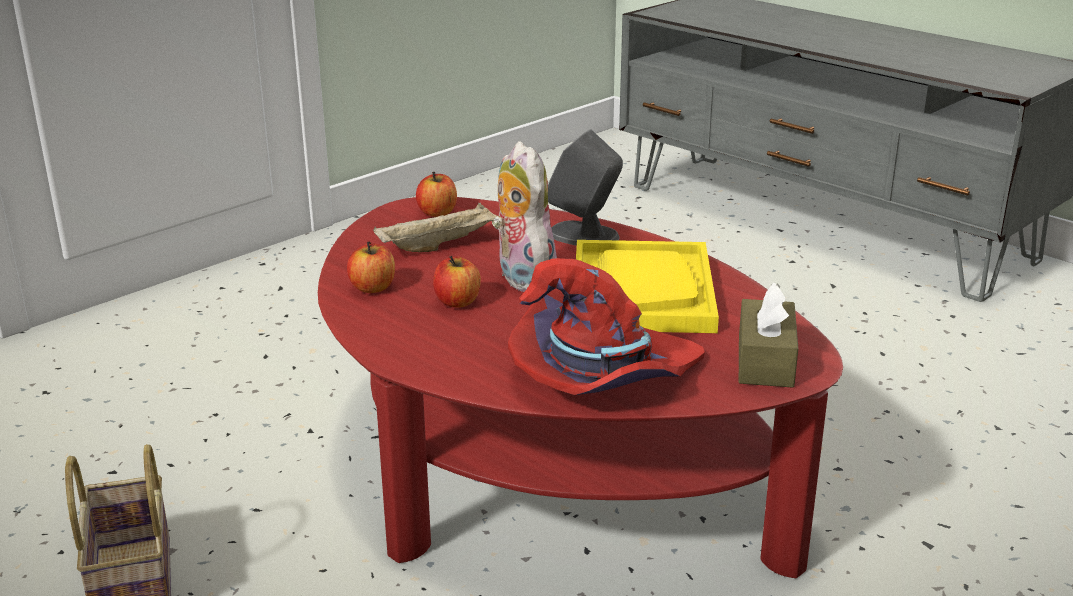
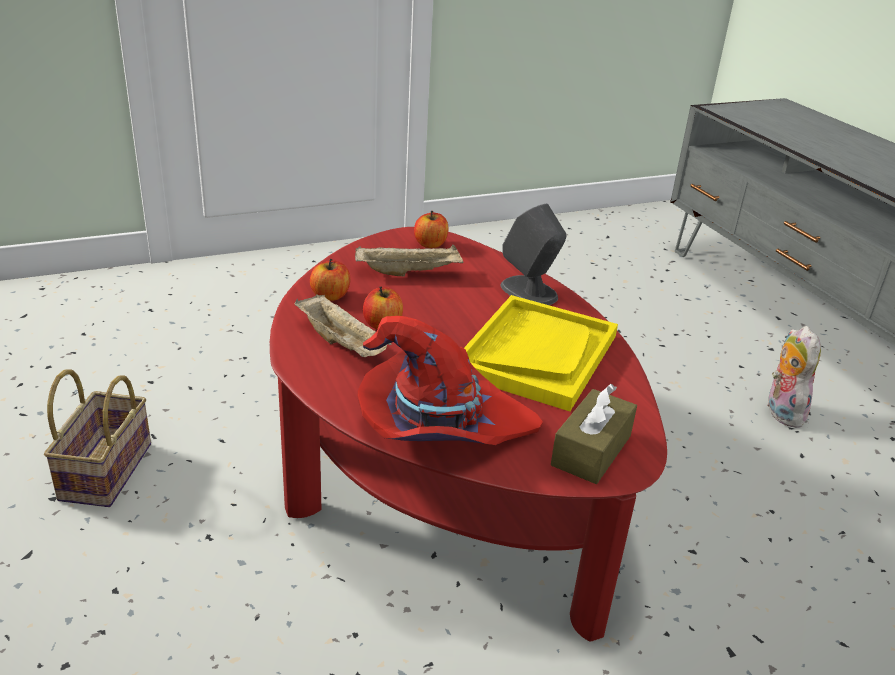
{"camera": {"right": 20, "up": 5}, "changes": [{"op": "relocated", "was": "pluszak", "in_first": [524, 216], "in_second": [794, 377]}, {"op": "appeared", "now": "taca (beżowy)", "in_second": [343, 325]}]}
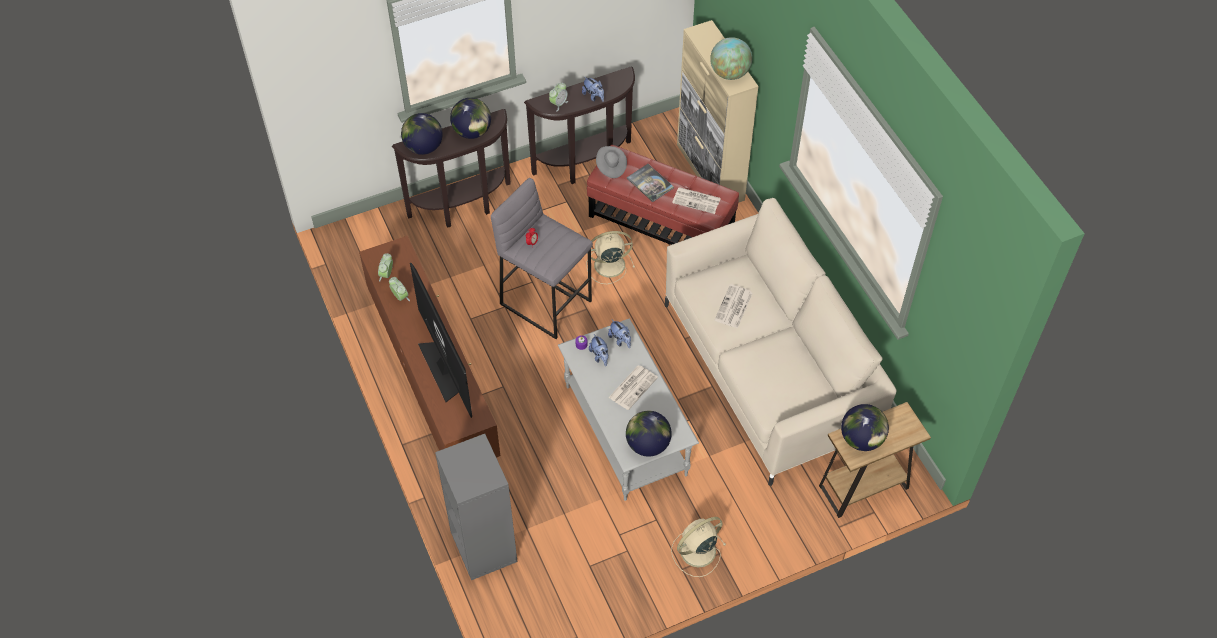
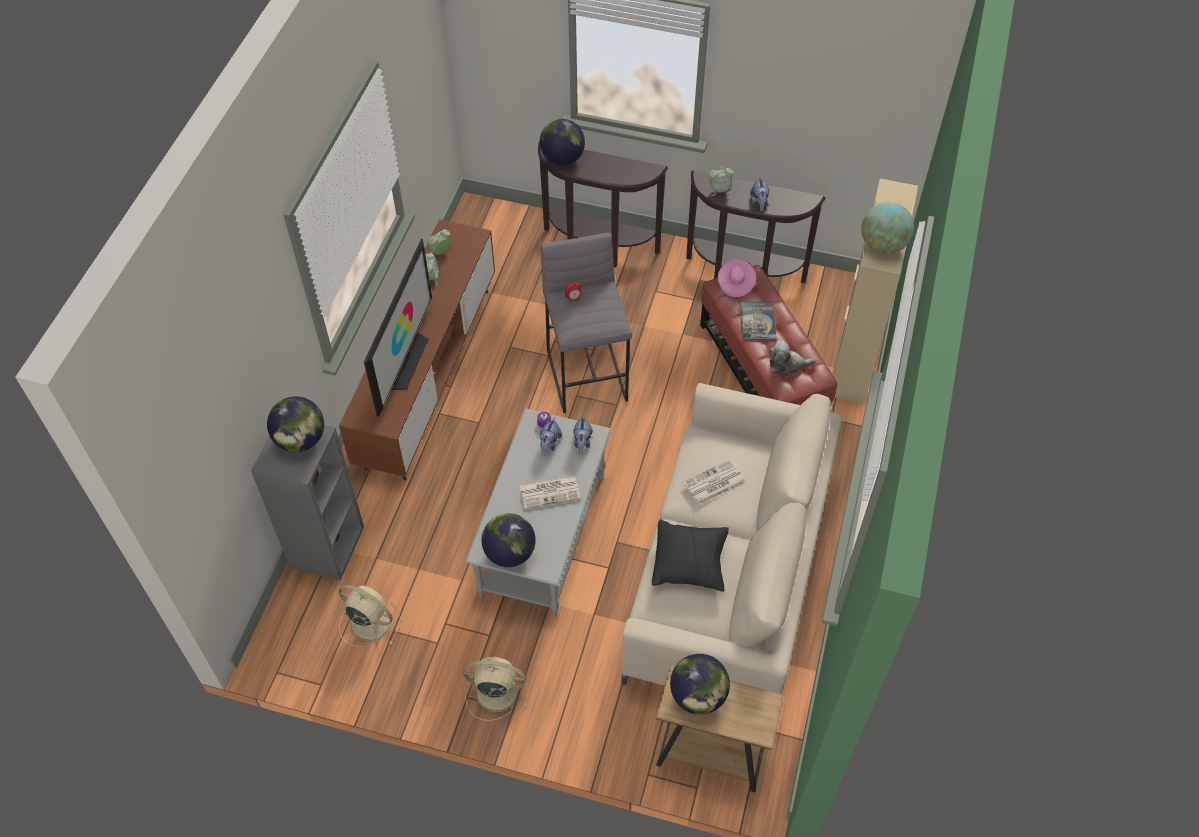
{"camera": {"right": 40, "up": 0}, "changes": [{"op": "relocated", "was": "globus", "in_first": [470, 118], "in_second": [295, 424]}, {"op": "relocated", "was": "wentylator (beżowy)", "in_first": [610, 257], "in_second": [370, 616]}, {"op": "colour", "was": "kapelusz (szary)", "now": "kapelusz (różowy)", "in_first": [611, 162], "in_second": [737, 278]}, {"op": "exchanged", "was": "gazeta", "now": "pluszak", "in_first": [696, 200], "in_second": [792, 358]}, {"op": "appeared", "now": "poduszka (czarny)", "in_second": [690, 555]}]}
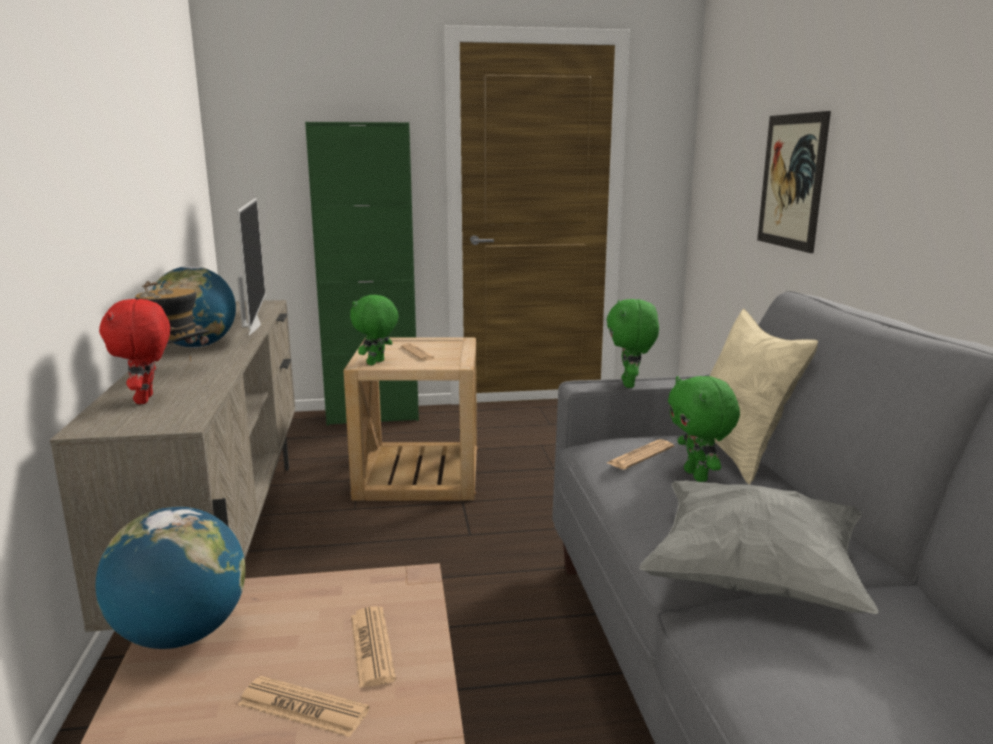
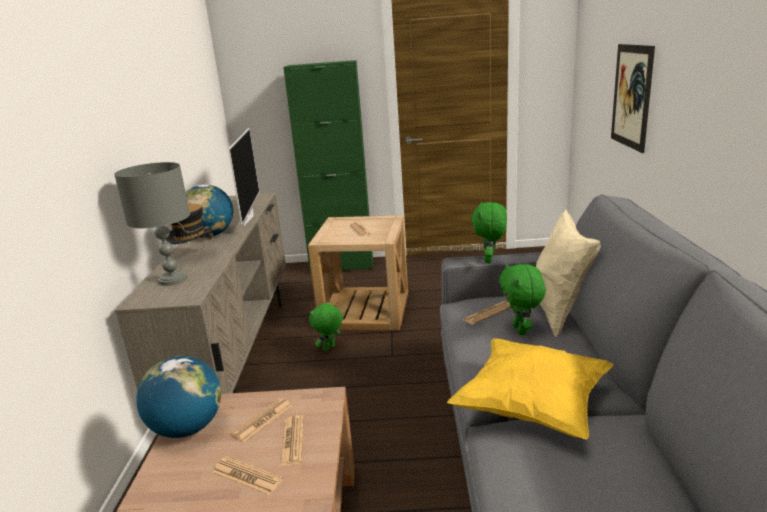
{"camera": {"right": 10, "up": 5}, "changes": [{"op": "exchanged", "was": "pluszak (czerwony)", "now": "lampa stołowa (szary)", "in_first": [134, 351], "in_second": [152, 224]}, {"op": "relocated", "was": "pluszak (zielony)", "in_first": [374, 330], "in_second": [326, 326]}, {"op": "colour", "was": "poduszka (szary)", "now": "poduszka (żółty)", "in_first": [758, 547], "in_second": [530, 389]}, {"op": "appeared", "now": "gazeta", "in_second": [261, 420]}]}
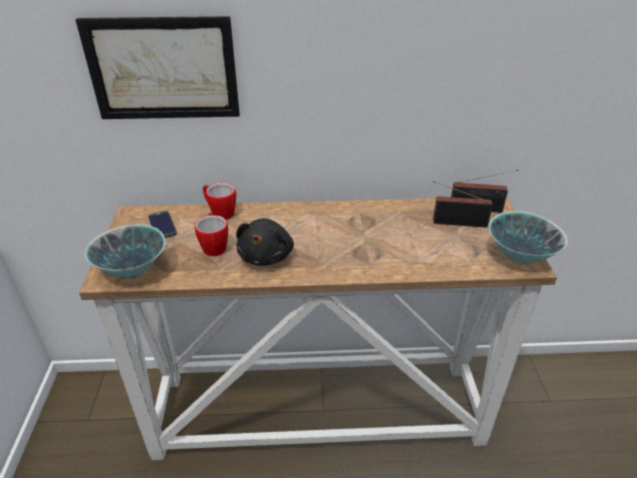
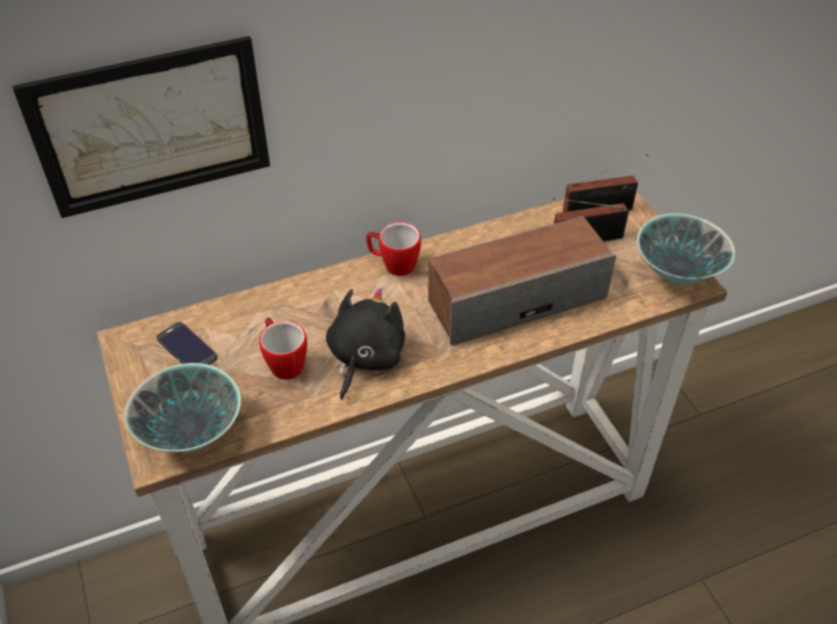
{"camera": {"right": -20, "up": 10}, "changes": [{"op": "relocated", "was": "kubek", "in_first": [219, 201], "in_second": [393, 249]}, {"op": "spun", "was": "pluszak (czarny)", "in_first": [265, 242], "in_second": [365, 343], "clockwise": -150}, {"op": "appeared", "now": "głośnik", "in_second": [522, 280]}]}
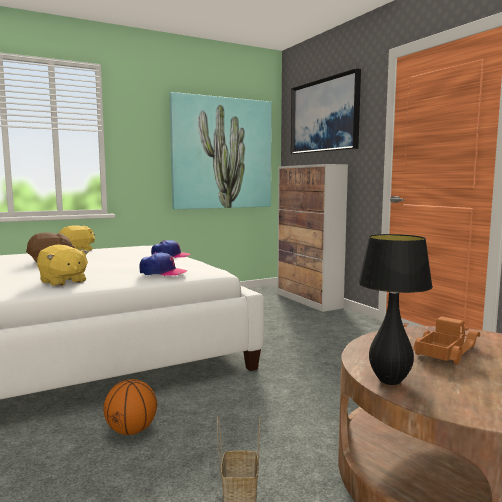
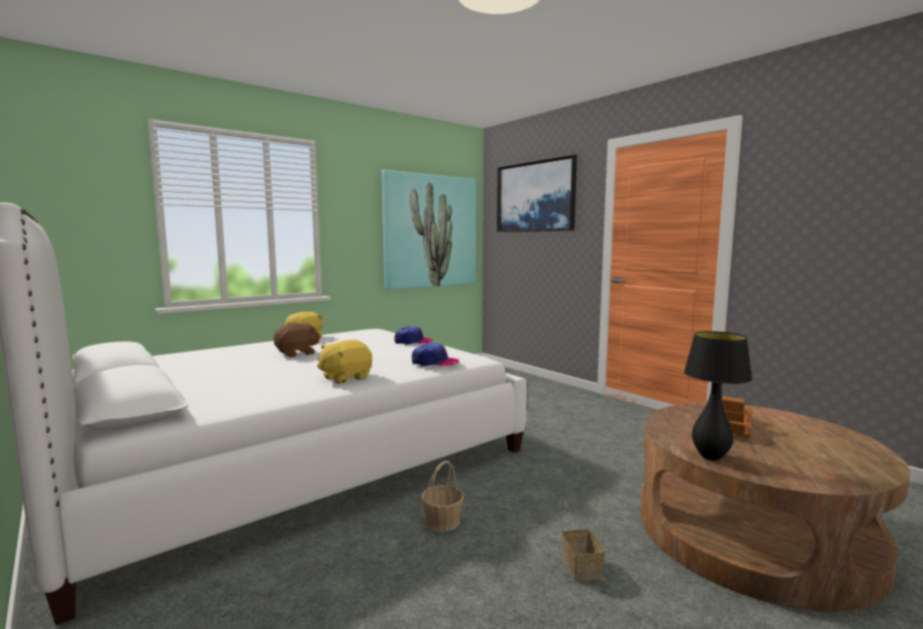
{"camera": {"right": -10, "up": 0}, "changes": [{"op": "spun", "was": "pluszak (żółty)", "in_first": [63, 265], "in_second": [344, 361], "clockwise": 105}, {"op": "exchanged", "was": "piłka do koszykówki", "now": "koszyk", "in_first": [130, 407], "in_second": [442, 496]}, {"op": "missing", "was": "szafka", "in_first": [312, 238]}]}
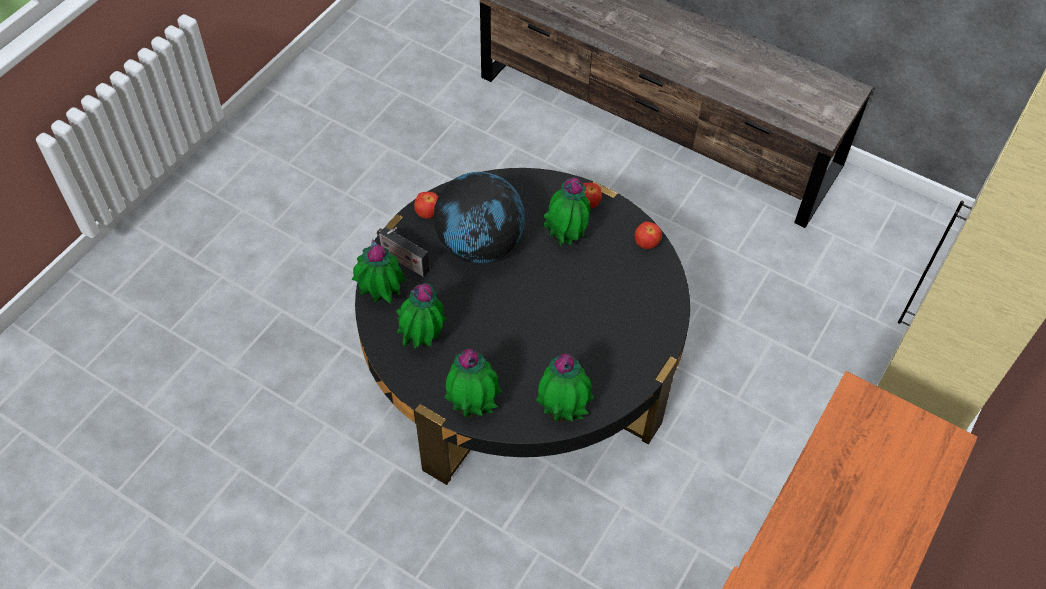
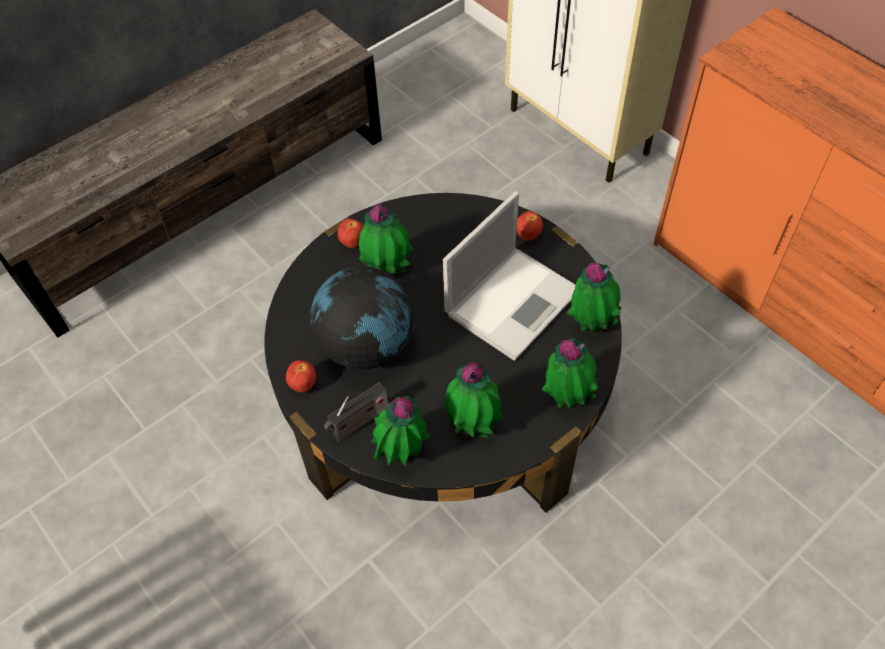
{"camera": {"right": -70, "up": 0}, "changes": [{"op": "relocated", "was": "jabłko", "in_first": [648, 235], "in_second": [530, 226]}, {"op": "appeared", "now": "laptop", "in_second": [509, 276]}]}
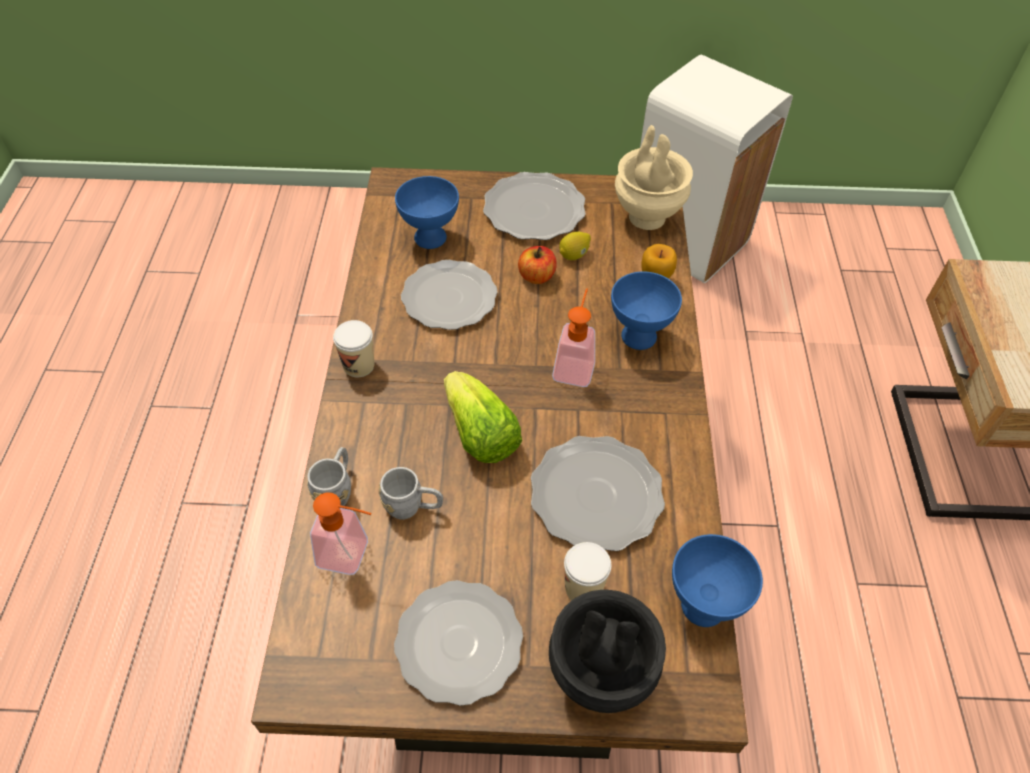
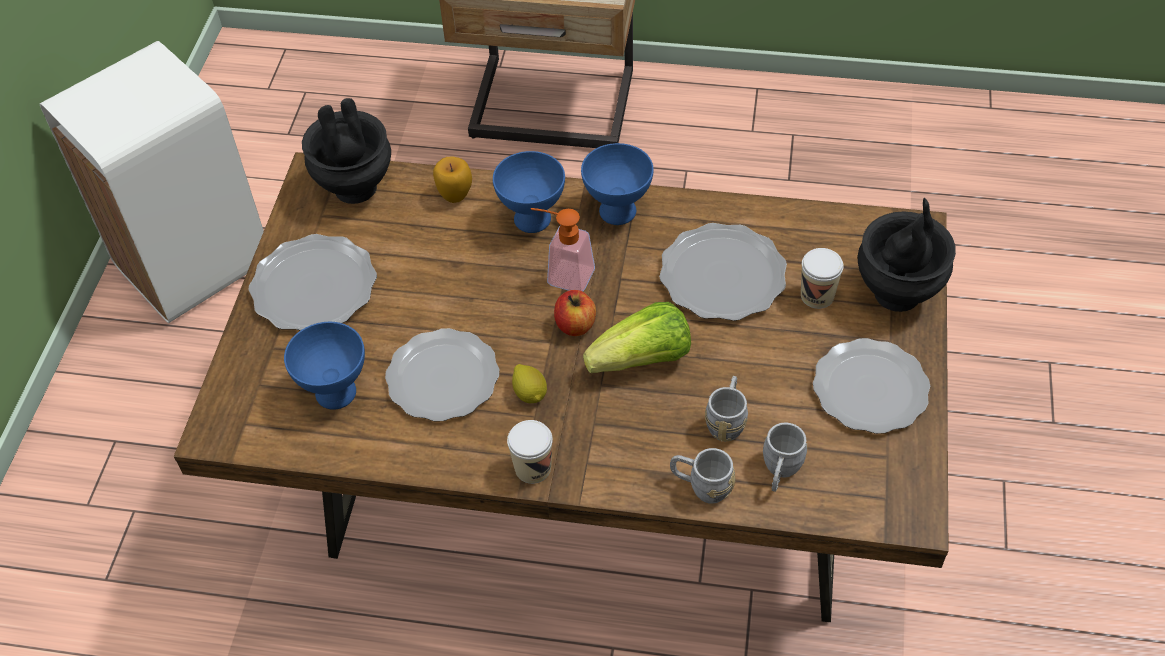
{"camera": {"right": -80, "up": 0}, "changes": [{"op": "exchanged", "was": "dozownik mydła", "now": "kubek (szary)", "in_first": [341, 534], "in_second": [785, 457]}, {"op": "relocated", "was": "jabłko", "in_first": [537, 265], "in_second": [575, 313]}, {"op": "relocated", "was": "cytryna", "in_first": [575, 246], "in_second": [529, 383]}, {"op": "colour", "was": "wazon (beżowy)", "now": "wazon (czarny)", "in_first": [654, 177], "in_second": [346, 151]}, {"op": "relocated", "was": "miska (niebieski)", "in_first": [717, 580], "in_second": [617, 184]}]}
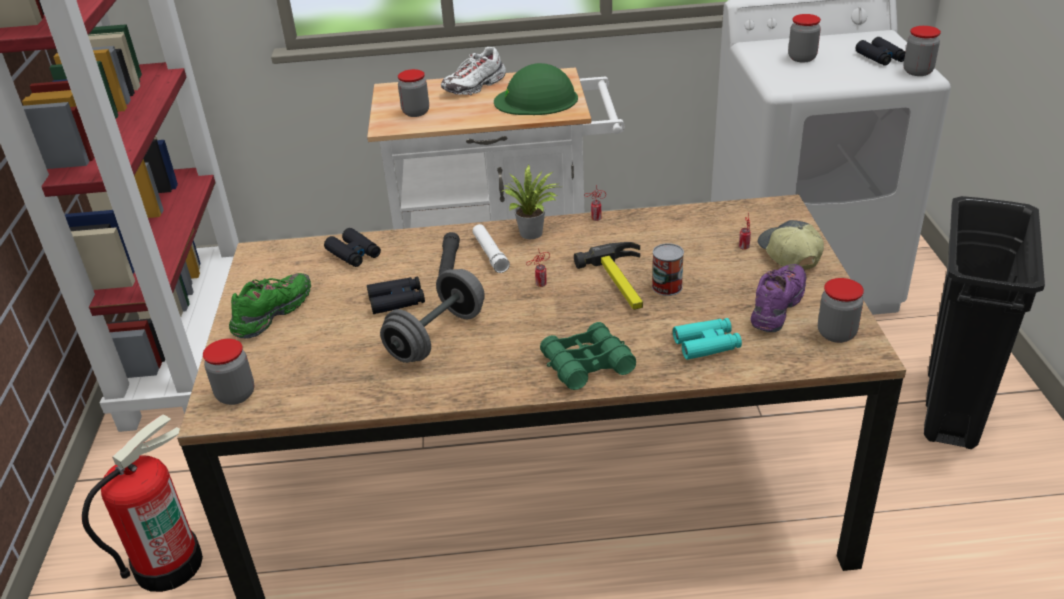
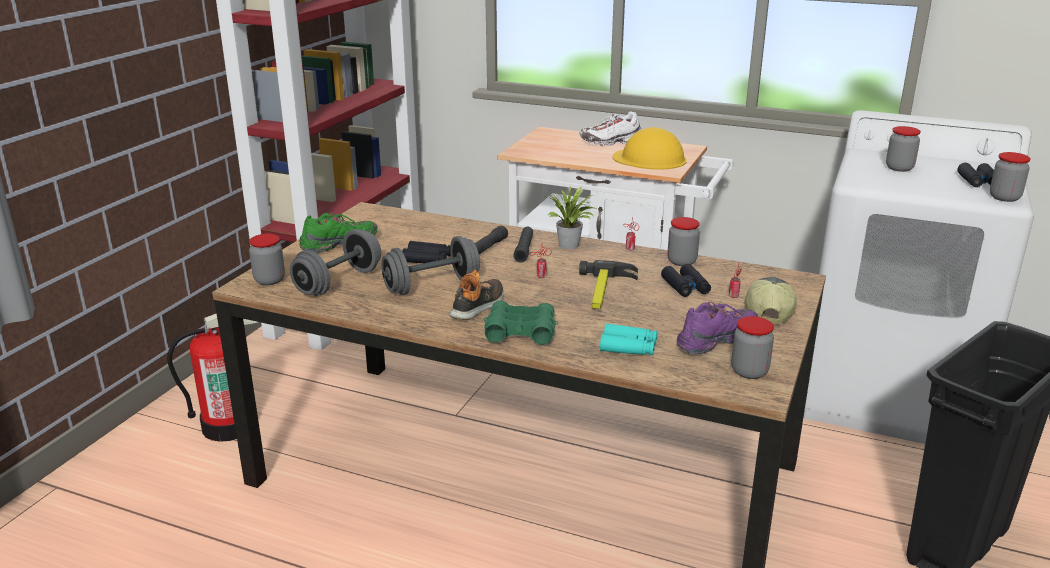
{"camera": {"right": 25, "up": -10}, "changes": [{"op": "relocated", "was": "lornetka (czarny)", "in_first": [352, 247], "in_second": [686, 280]}, {"op": "relocated", "was": "słoik", "in_first": [413, 93], "in_second": [683, 241]}, {"op": "colour", "was": "latarka (biały)", "now": "latarka (czarny)", "in_first": [491, 248], "in_second": [523, 245]}, {"op": "colour", "was": "kask (zielony)", "now": "kask (żółty)", "in_first": [536, 89], "in_second": [650, 148]}, {"op": "missing", "was": "puszka", "in_first": [668, 269]}, {"op": "appeared", "now": "hantel (szary)", "in_second": [335, 262]}, {"op": "appeared", "now": "but", "in_second": [476, 295]}]}
